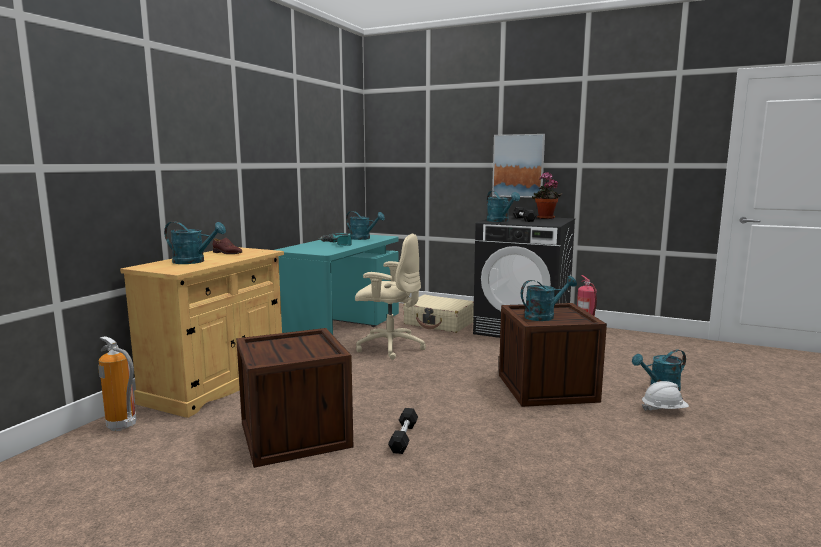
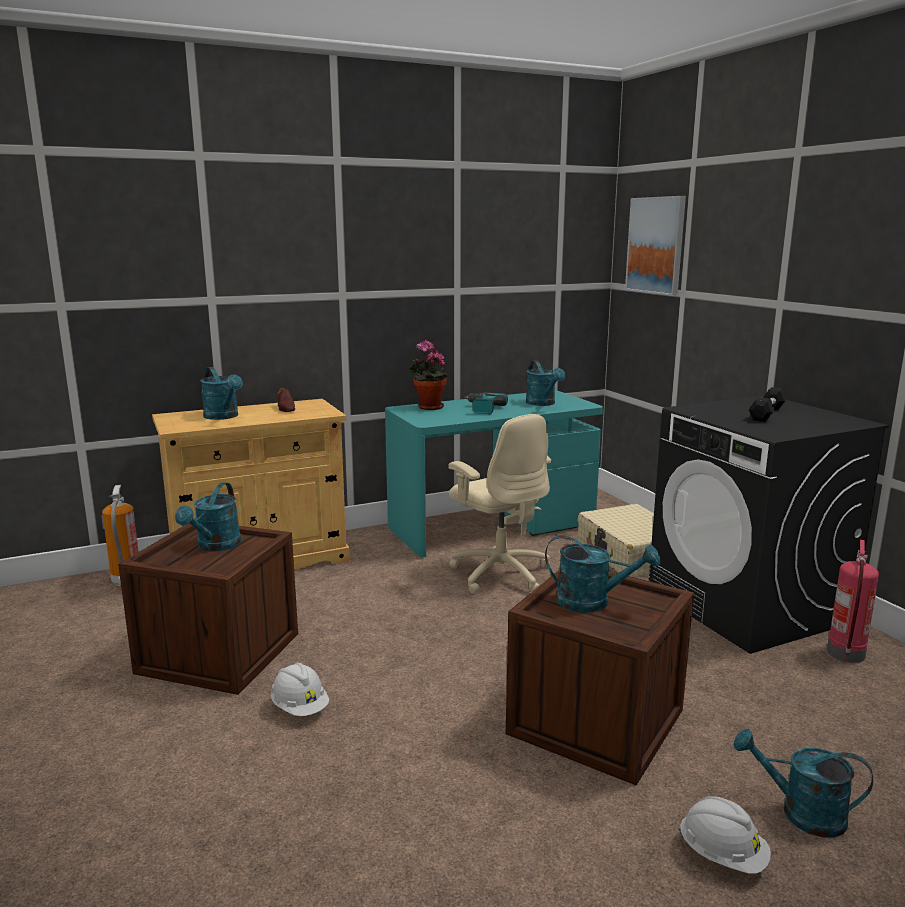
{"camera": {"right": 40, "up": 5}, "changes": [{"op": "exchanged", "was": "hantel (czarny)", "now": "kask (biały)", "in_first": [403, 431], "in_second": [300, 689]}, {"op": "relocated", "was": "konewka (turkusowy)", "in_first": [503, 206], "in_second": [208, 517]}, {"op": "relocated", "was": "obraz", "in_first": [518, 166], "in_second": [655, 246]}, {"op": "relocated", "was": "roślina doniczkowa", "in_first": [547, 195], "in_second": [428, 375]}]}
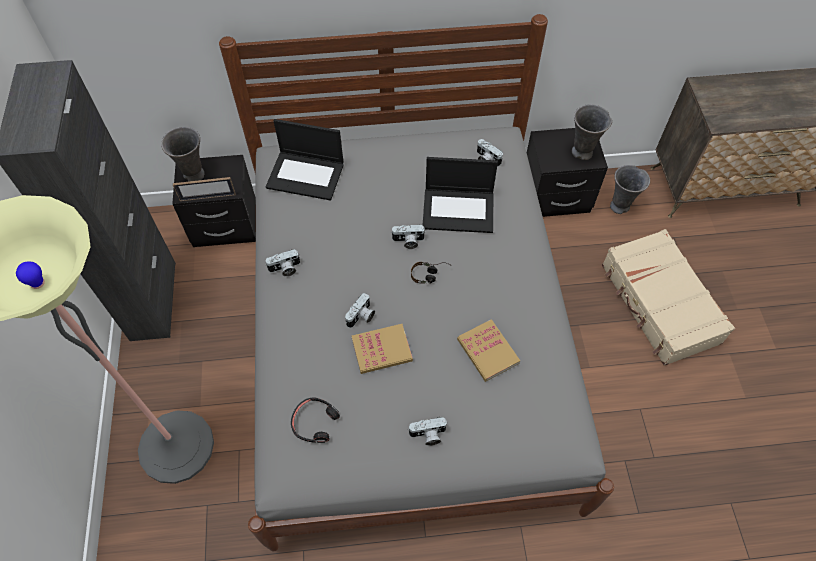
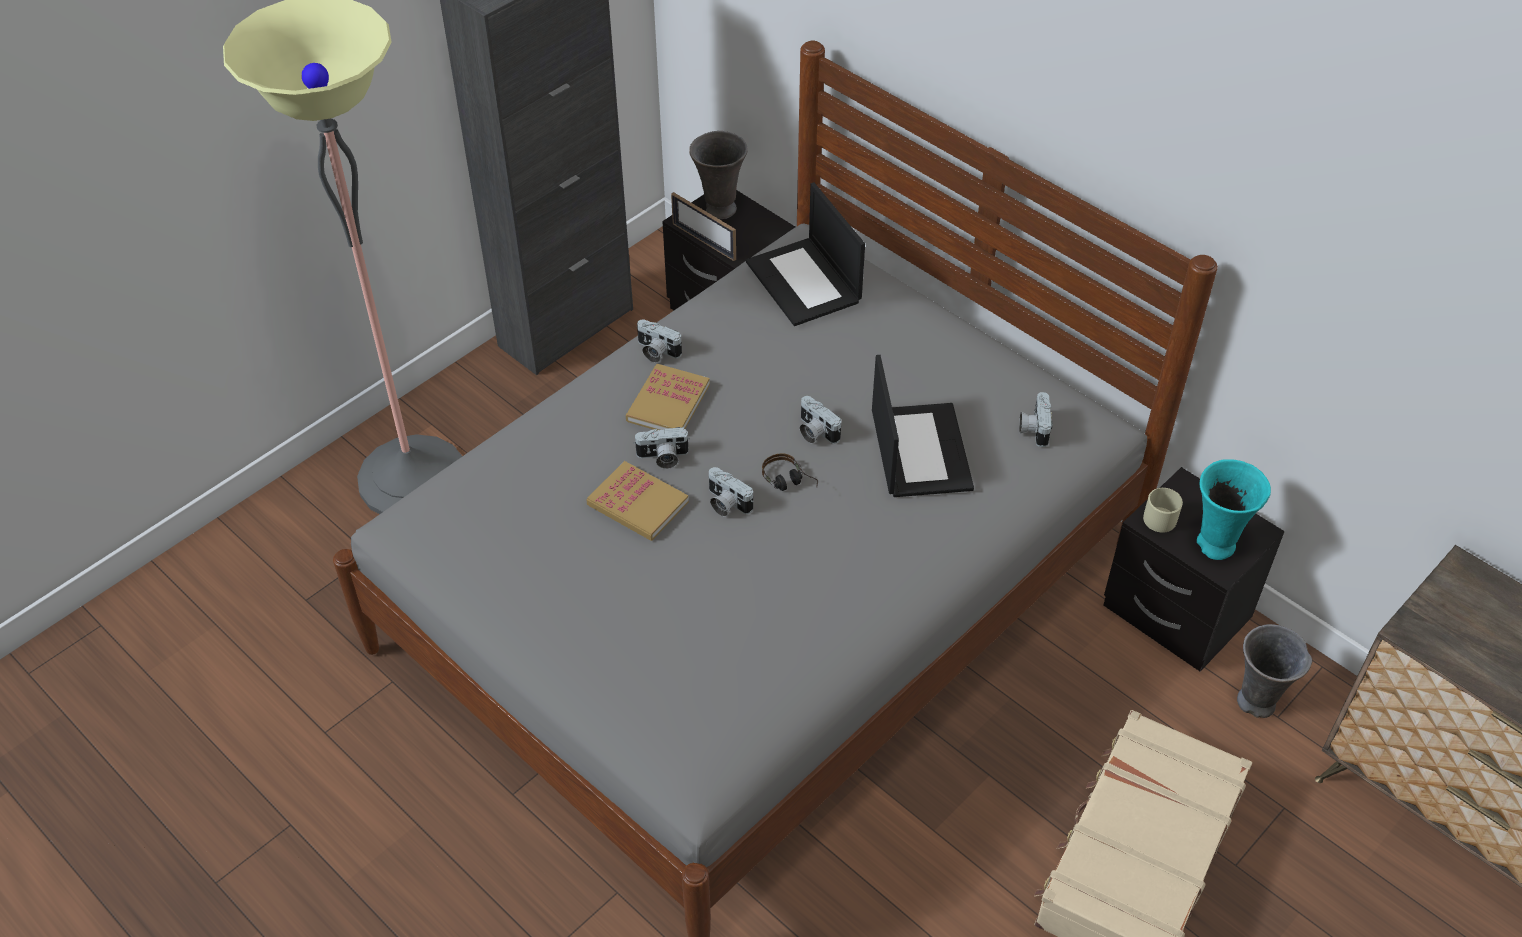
{"camera": {"right": 50, "up": -10}, "changes": [{"op": "missing", "was": "słuchawki (czarny)", "in_first": [315, 420]}, {"op": "relocated", "was": "aparat fotograficzny", "in_first": [427, 431], "in_second": [731, 492]}, {"op": "spun", "was": "laptop", "in_first": [460, 195], "in_second": [923, 426], "clockwise": -150}, {"op": "relocated", "was": "książka", "in_first": [488, 350], "in_second": [668, 397]}, {"op": "colour", "was": "wazon (szary)", "now": "wazon (turkusowy)", "in_first": [592, 132], "in_second": [1234, 509]}, {"op": "appeared", "now": "kubek (beżowy)", "in_second": [1163, 510]}]}
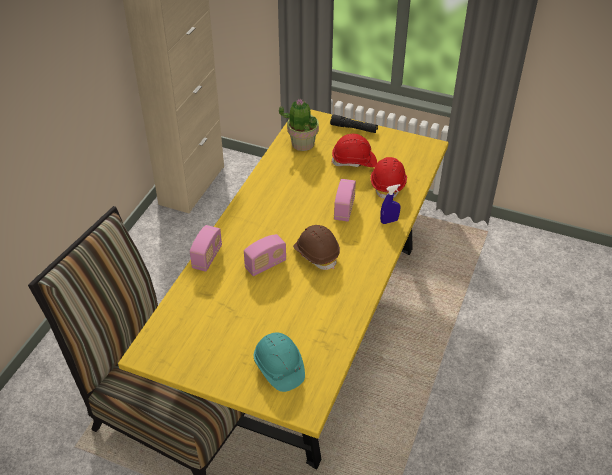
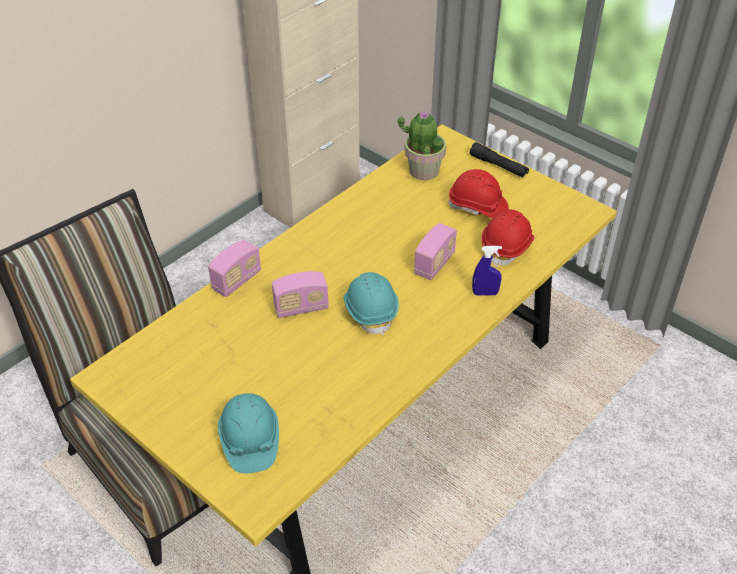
{"camera": {"right": 20, "up": 0}, "changes": [{"op": "colour", "was": "kask (brązowy)", "now": "kask (turkusowy)", "in_first": [316, 247], "in_second": [371, 303]}]}
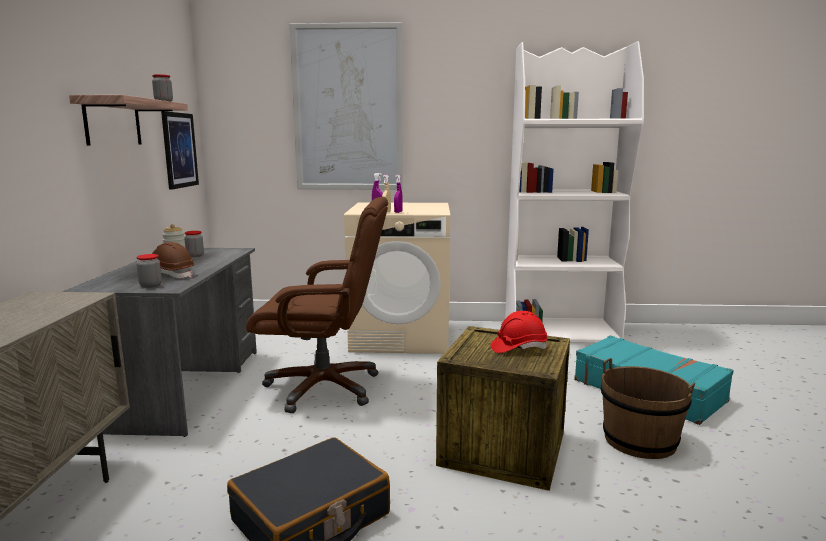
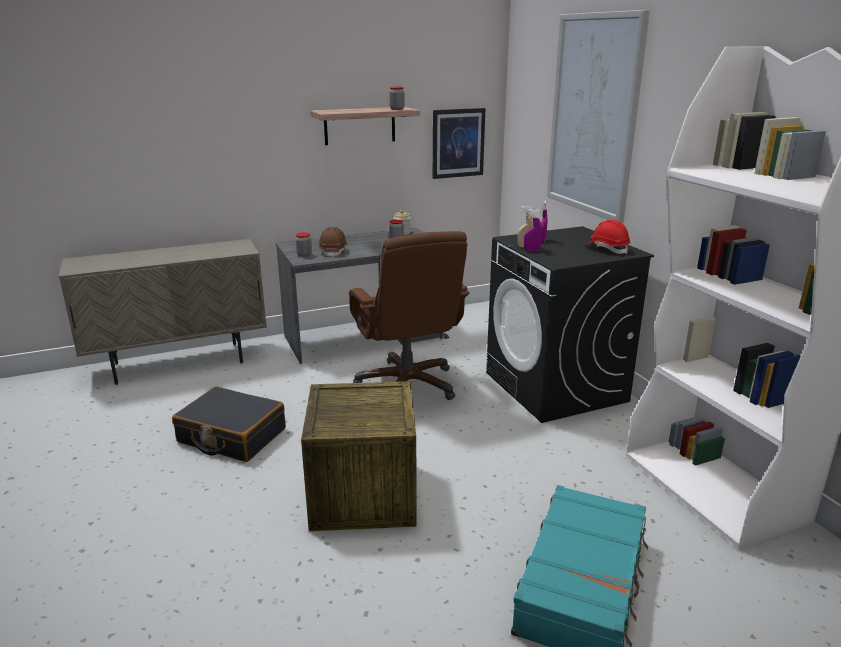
{"camera": {"right": 65, "up": 10}, "changes": [{"op": "colour", "was": "pralka (beżowy)", "now": "pralka (czarny)", "in_first": [397, 278], "in_second": [570, 324]}, {"op": "relocated", "was": "kask (czerwony)", "in_first": [519, 332], "in_second": [608, 237]}, {"op": "missing", "was": "wiadro (brązowy)", "in_first": [648, 408]}]}
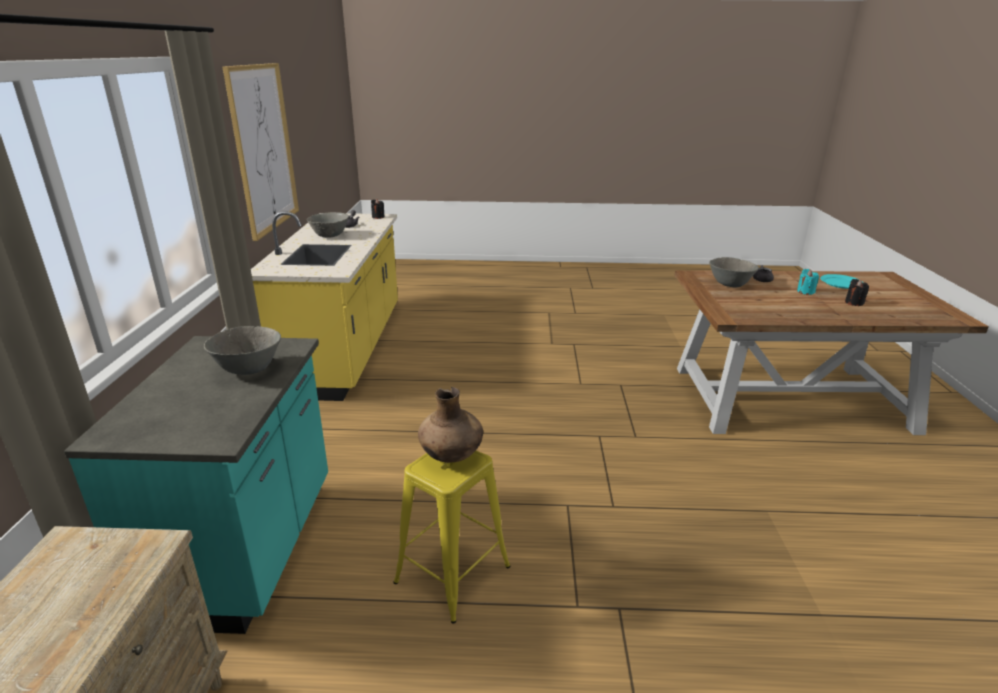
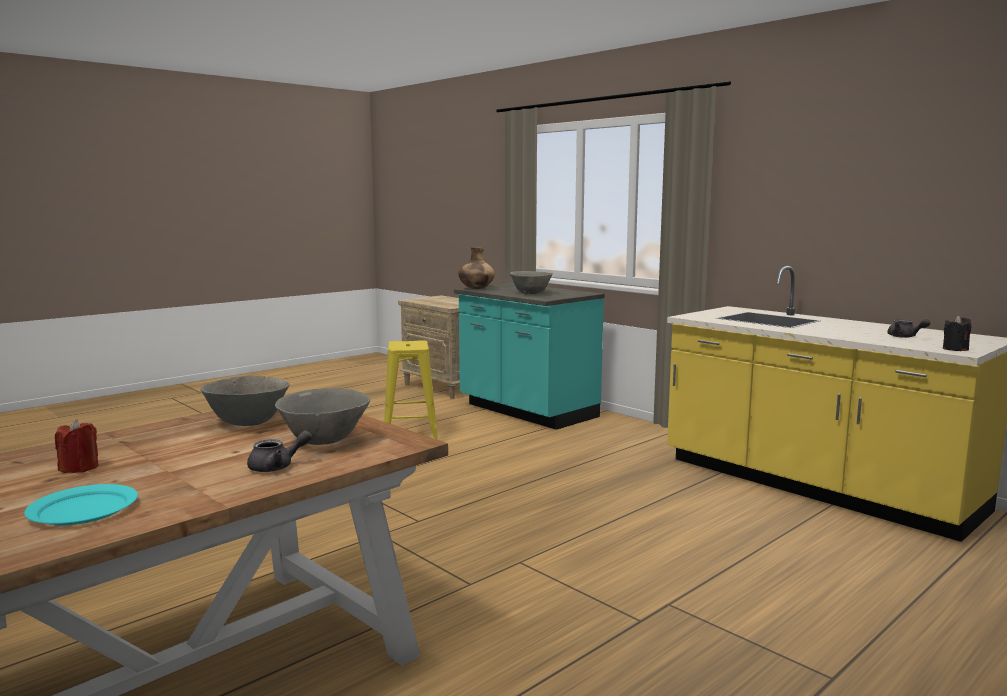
{"camera": {"right": 135, "up": -15}, "changes": [{"op": "missing", "was": "obraz", "in_first": [261, 152]}, {"op": "relocated", "was": "miska (szary)", "in_first": [328, 225], "in_second": [245, 401]}, {"op": "relocated", "was": "wazon (brązowy)", "in_first": [450, 425], "in_second": [476, 268]}, {"op": "missing", "was": "świeca (turkusowy)", "in_first": [808, 282]}, {"op": "colour", "was": "świeca (czarny)", "now": "świeca (czerwony)", "in_first": [857, 292], "in_second": [77, 446]}]}
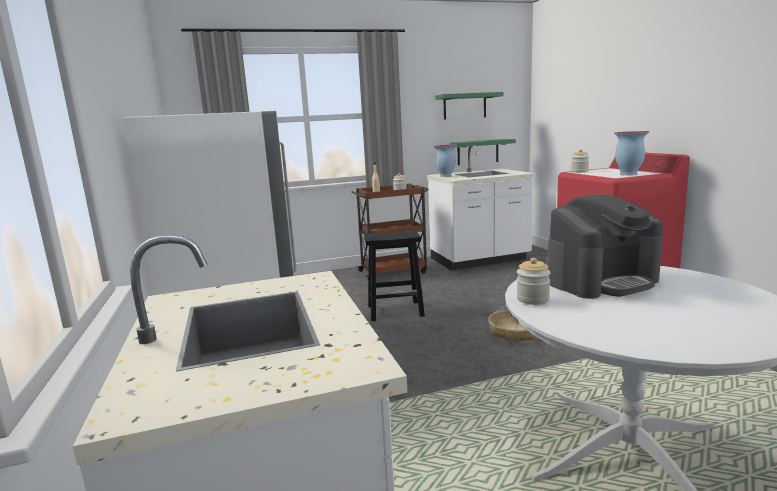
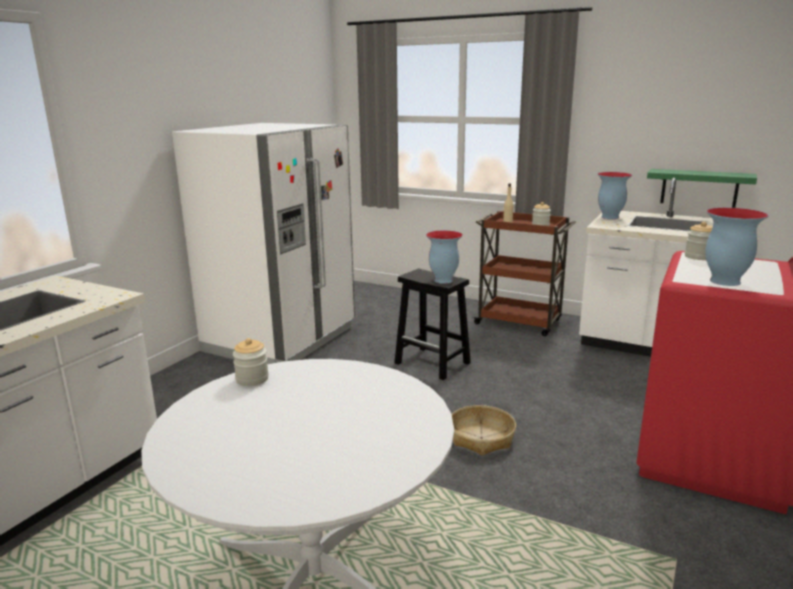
{"camera": {"right": 45, "up": 5}, "changes": [{"op": "missing", "was": "półka (zielony)", "in_first": [469, 106]}, {"op": "missing", "was": "ekspres do kawy", "in_first": [605, 246]}, {"op": "appeared", "now": "wazon", "in_second": [444, 257]}]}
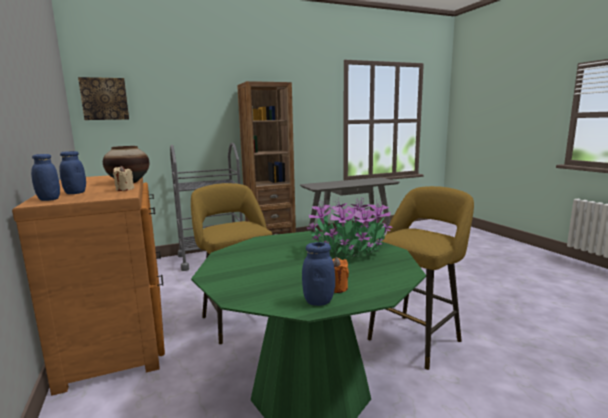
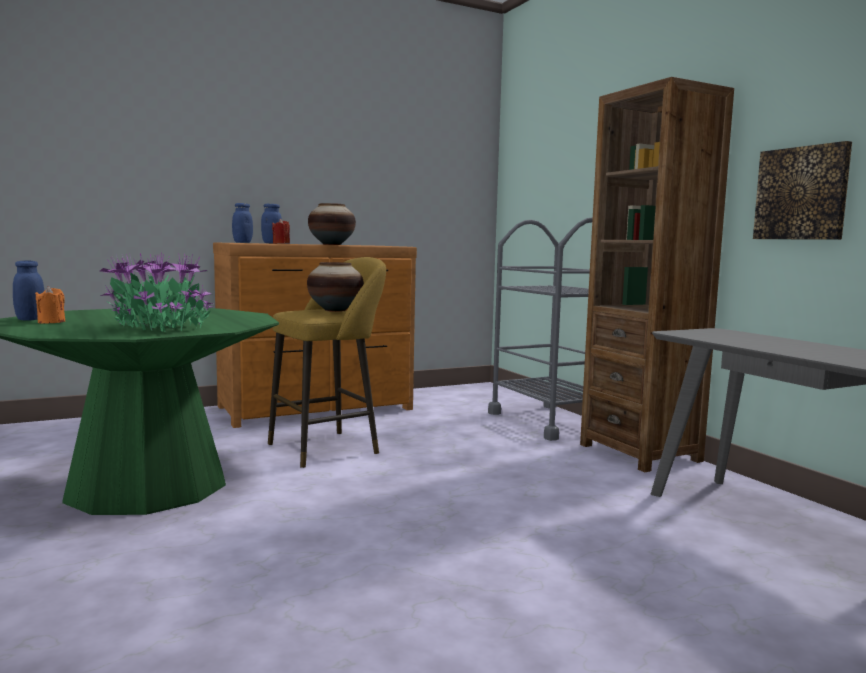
{"camera": {"right": 85, "up": -5}, "changes": [{"op": "relocated", "was": "obraz", "in_first": [103, 98], "in_second": [802, 190]}, {"op": "colour", "was": "świeca (beżowy)", "now": "świeca (czerwony)", "in_first": [123, 178], "in_second": [281, 231]}, {"op": "missing", "was": "stołek (żółty)", "in_first": [421, 278]}, {"op": "appeared", "now": "wazon", "in_second": [335, 287]}]}
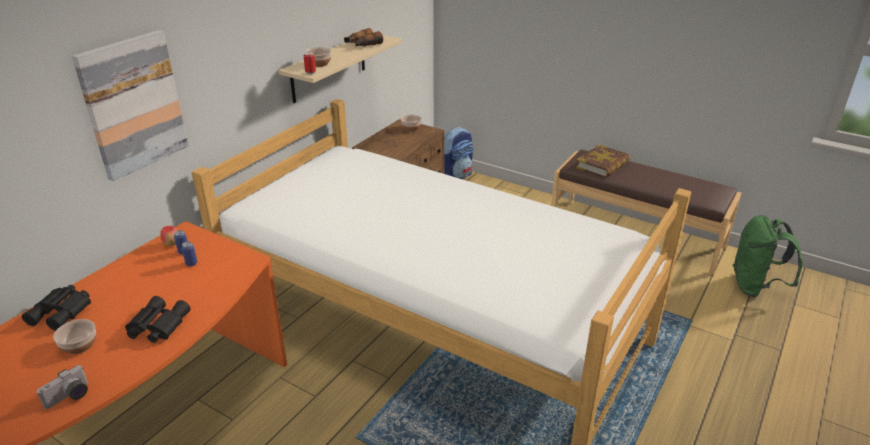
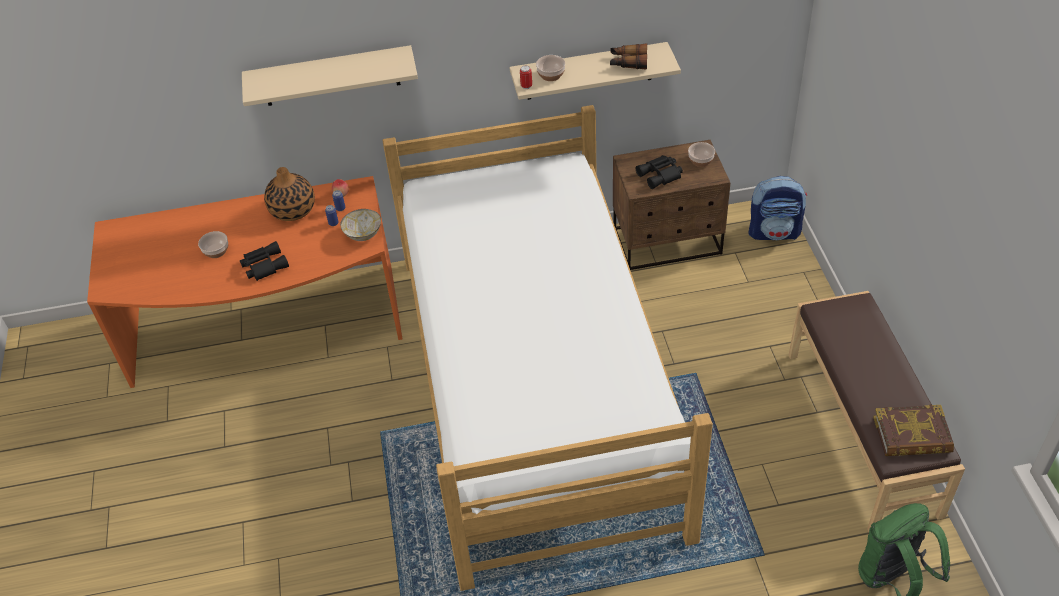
{"camera": {"right": 50, "up": 15}, "changes": [{"op": "relocated", "was": "lornetka (czarny)", "in_first": [56, 308], "in_second": [659, 172]}, {"op": "missing", "was": "aparat fotograficzny", "in_first": [62, 387]}, {"op": "exchanged", "was": "obraz", "now": "półka (beżowy)", "in_first": [130, 105], "in_second": [330, 75]}, {"op": "relocated", "was": "książka", "in_first": [603, 161], "in_second": [913, 430]}, {"op": "appeared", "now": "wazon", "in_second": [289, 194]}, {"op": "appeared", "now": "miska", "in_second": [360, 225]}]}
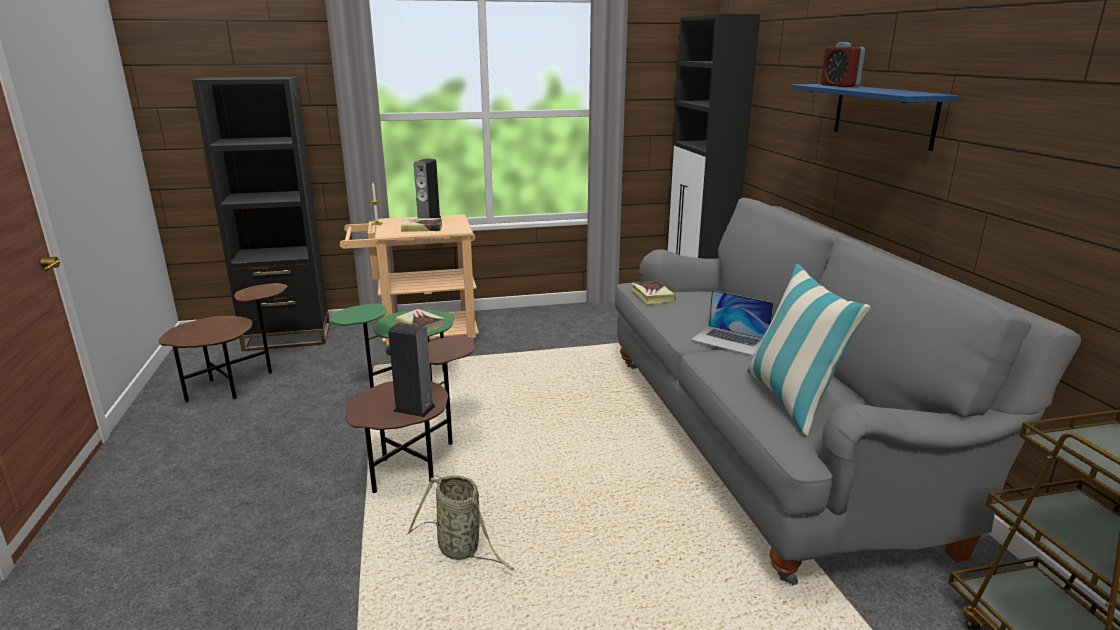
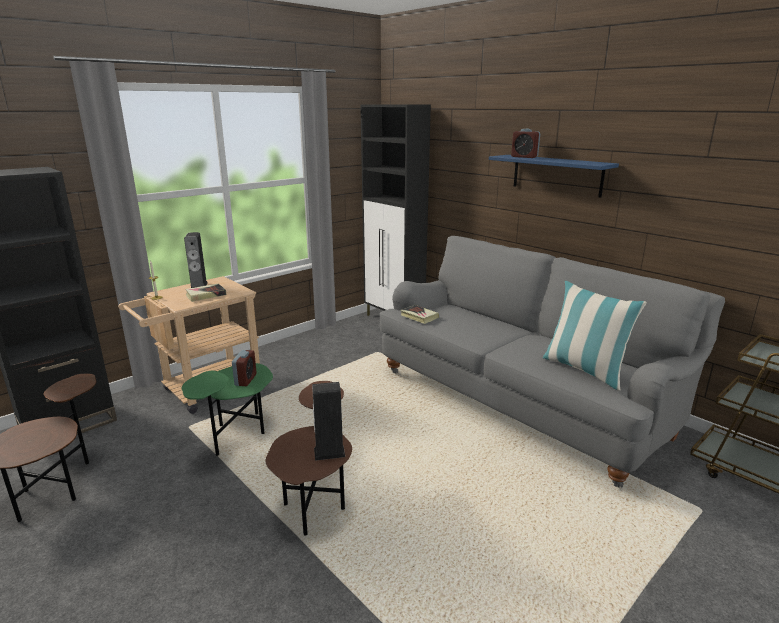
{"camera": {"right": -30, "up": 0}, "changes": [{"op": "exchanged", "was": "książka", "now": "budzik", "in_first": [420, 321], "in_second": [244, 368]}, {"op": "missing", "was": "koszyk", "in_first": [461, 523]}, {"op": "missing", "was": "laptop", "in_first": [732, 323]}]}
